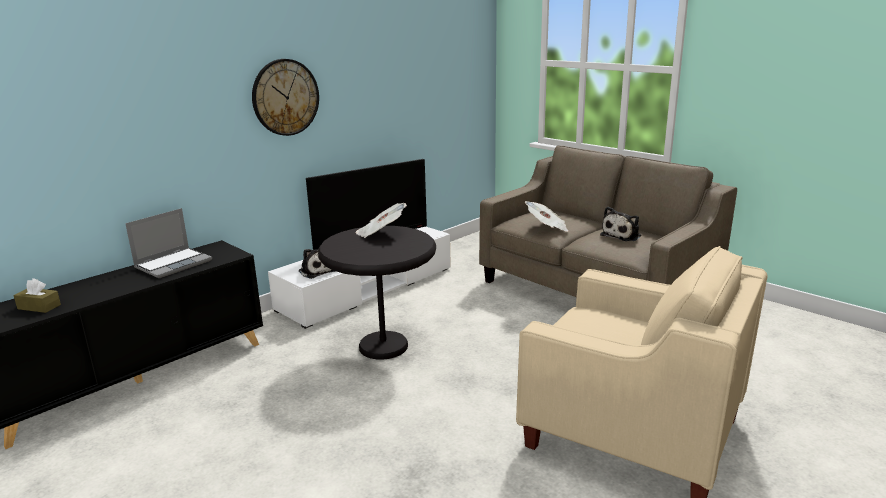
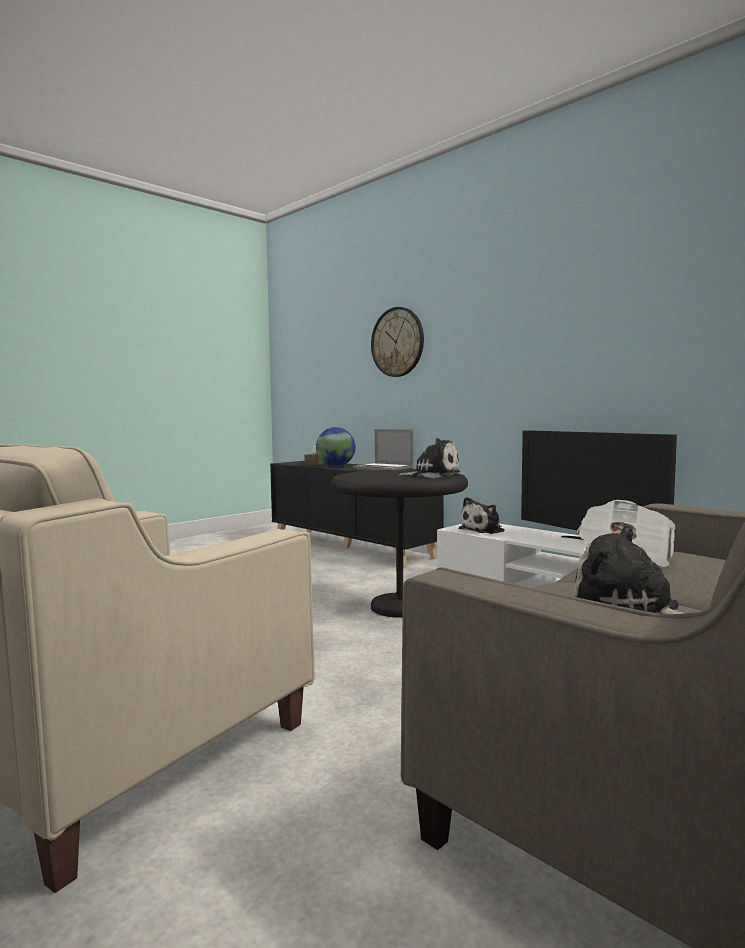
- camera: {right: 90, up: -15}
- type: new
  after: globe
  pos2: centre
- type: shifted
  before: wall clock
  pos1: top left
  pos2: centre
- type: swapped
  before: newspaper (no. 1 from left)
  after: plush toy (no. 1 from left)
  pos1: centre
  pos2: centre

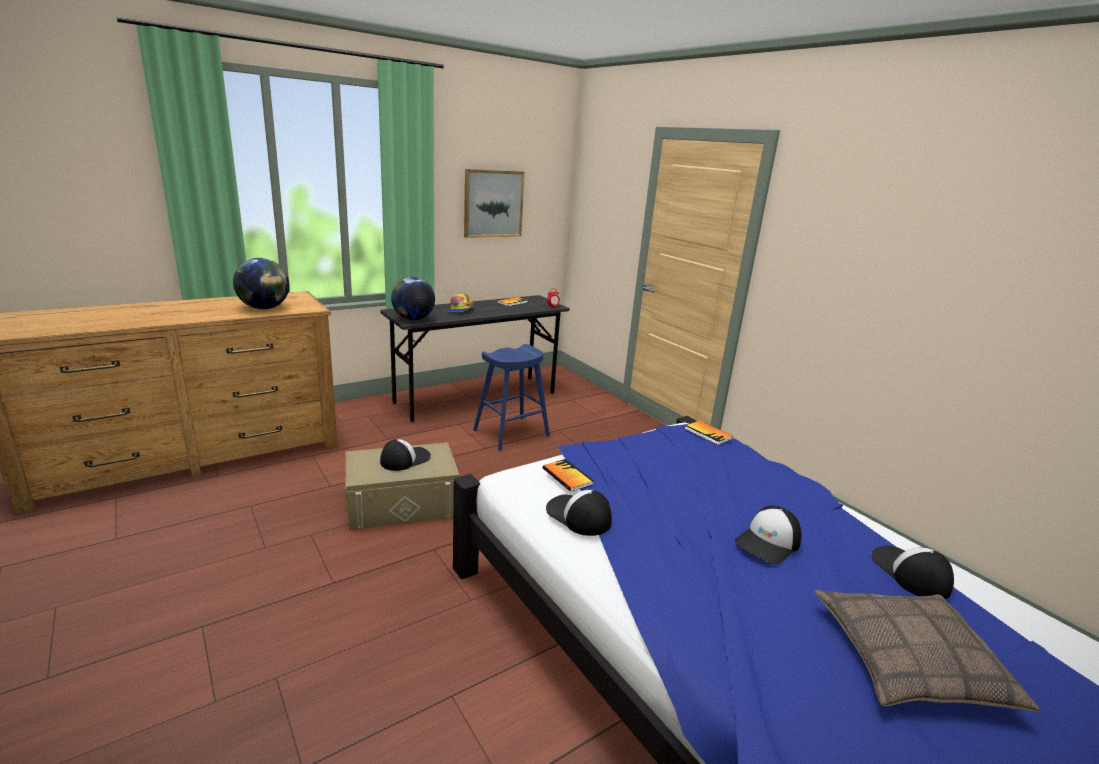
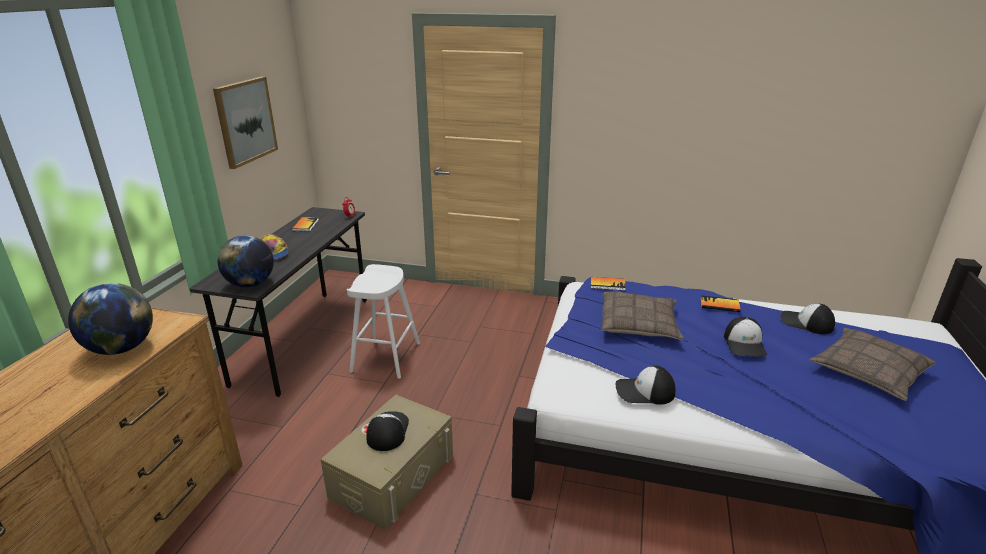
- camera: {right: -40, up: 5}
- type: new
  after: pillow (no. 1 from left)
  pos2: centre
- type: shifted
  before: book (no. 2 from left in the first image)
  after: book (no. 3 from left)
  pos1: centre
  pos2: middle right
- type: repainted
  before: stool in blue
  after: stool in white
  pos1: centre
  pos2: centre

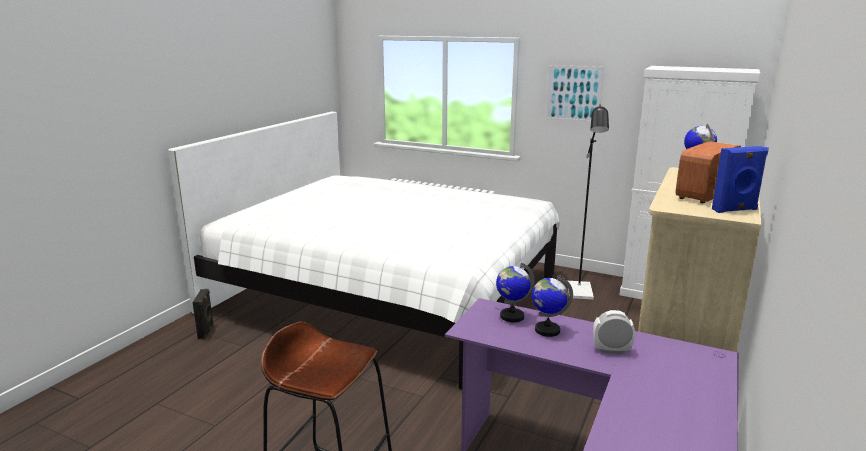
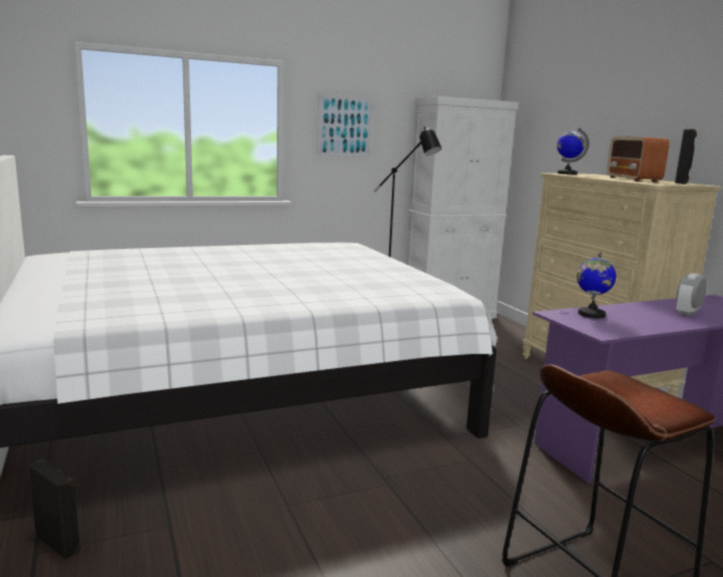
- camera: {right: -50, up: -5}
- type: gone
  before: globe (no. 2 from left)
  pos1: bottom centre
- type: repainted
  before: speaker in blue
  after: speaker in black (no. 2 from left)
  pos1: middle right
  pos2: top right

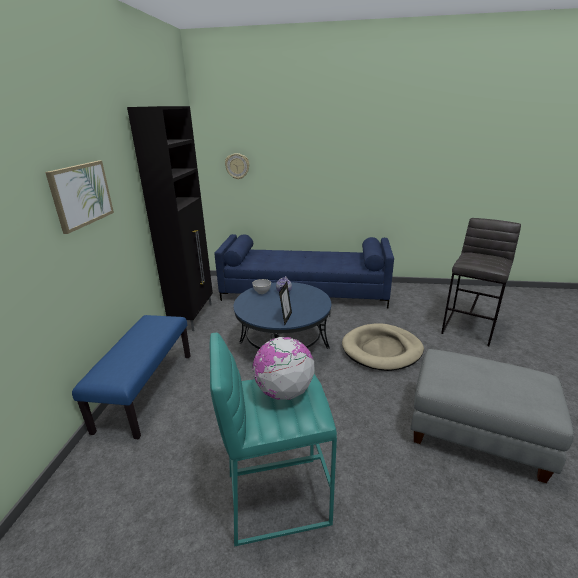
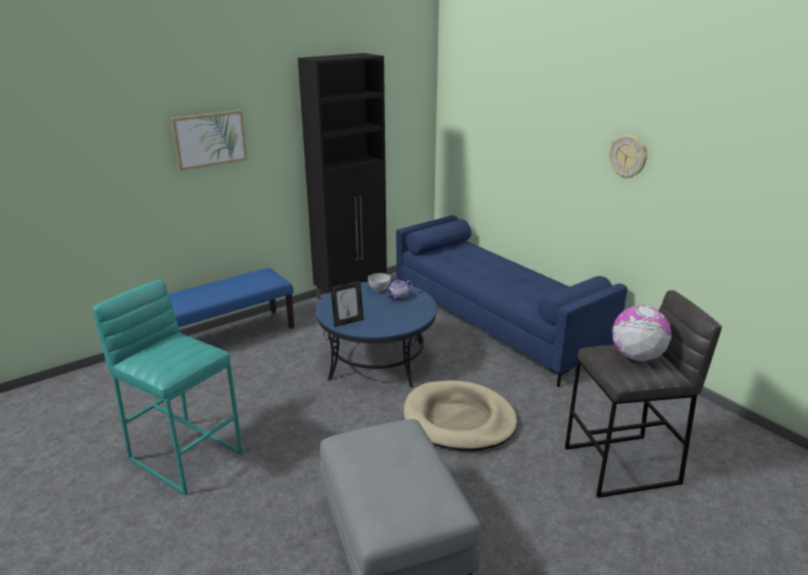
- camera: {right: 45, up: 0}
- type: shifted
  before: wall clock
  pos1: top centre
  pos2: top right
- type: shifted
  before: globe
  pos1: centre
  pos2: middle right

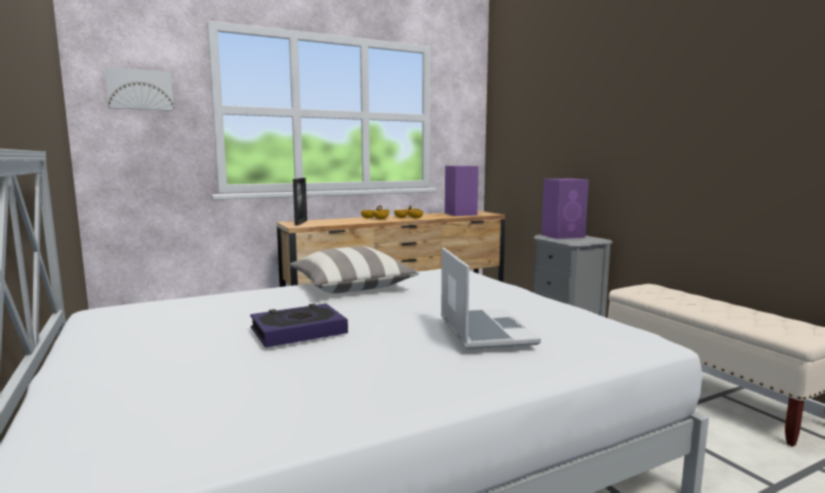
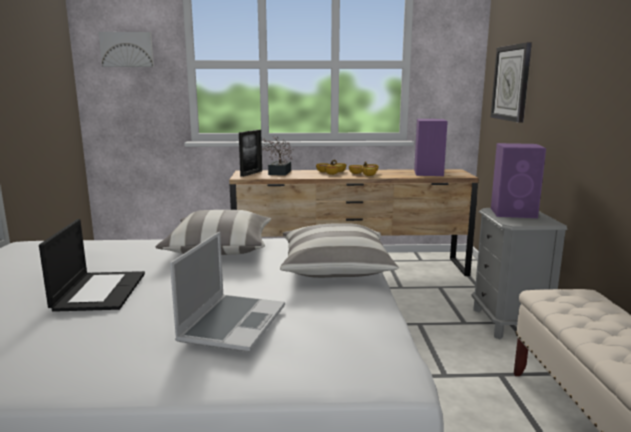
- camera: {right: 25, up: 5}
- type: new
  after: potted plant
  pos2: centre
- type: new
  after: pillow (no. 2 from left)
  pos2: centre
- type: new
  after: wall clock
  pos2: top right
- type: swapped
  before: book
  after: laptop (no. 1 from left)
  pos1: centre
  pos2: middle left

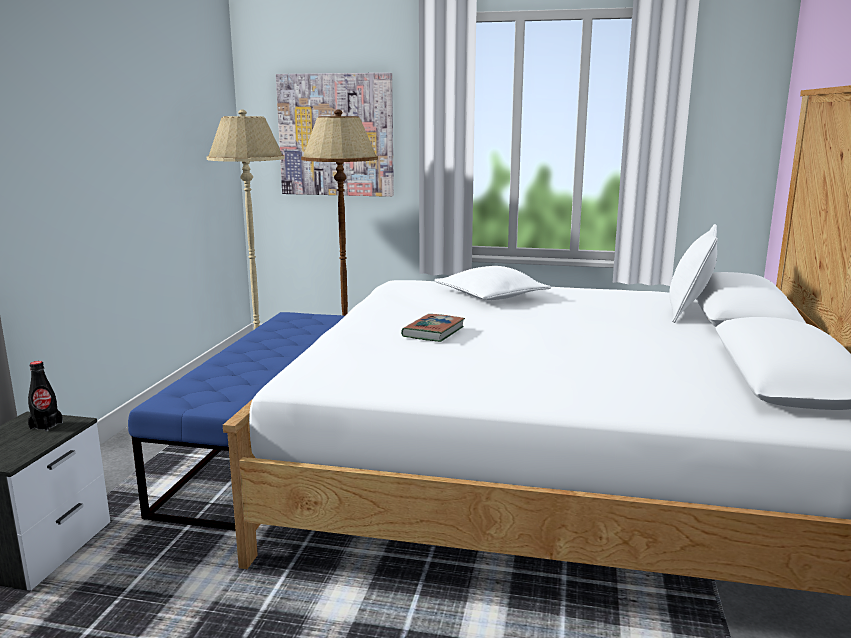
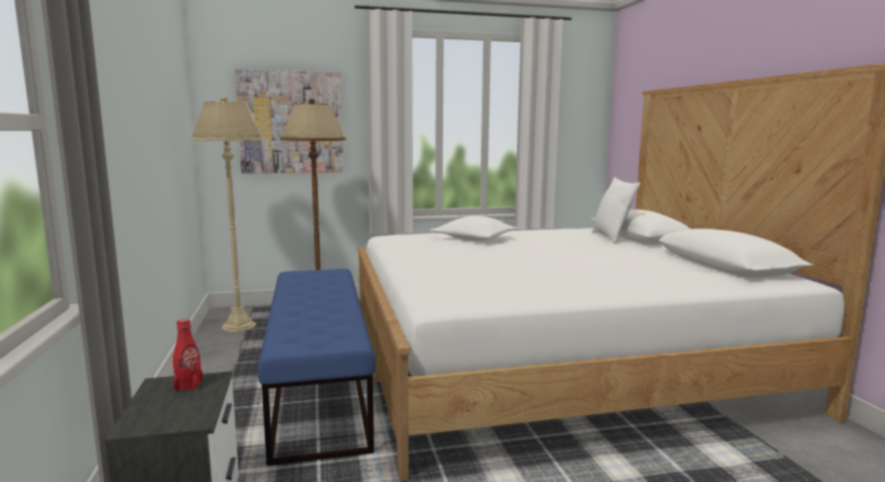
- camera: {right: -25, up: -5}
- type: gone
  before: book
  pos1: centre
- type: repainted
  before: bottle in black
  after: bottle in red
  pos1: middle left
  pos2: bottom left

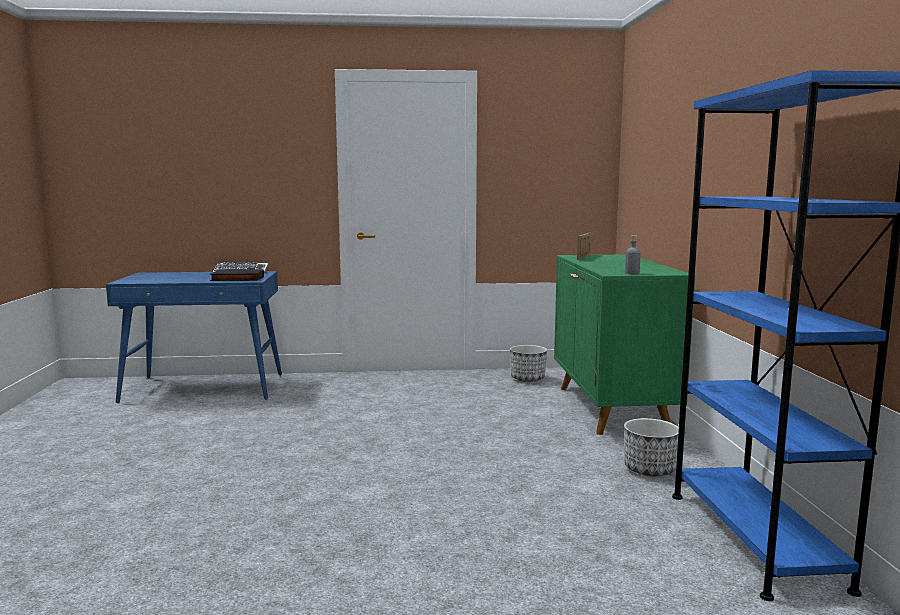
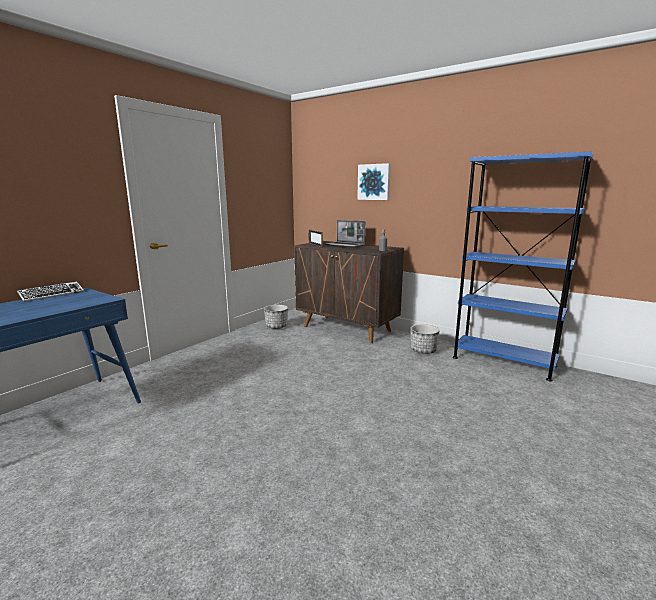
- camera: {right: -50, up: 5}
- type: gone
  before: book in black
  pos1: middle left
- type: new
  after: laptop
  pos2: centre
- type: new
  after: picture
  pos2: top centre
- type: repainted
  before: cabinet in green
  after: cabinet in brown
  pos1: middle right
  pos2: centre

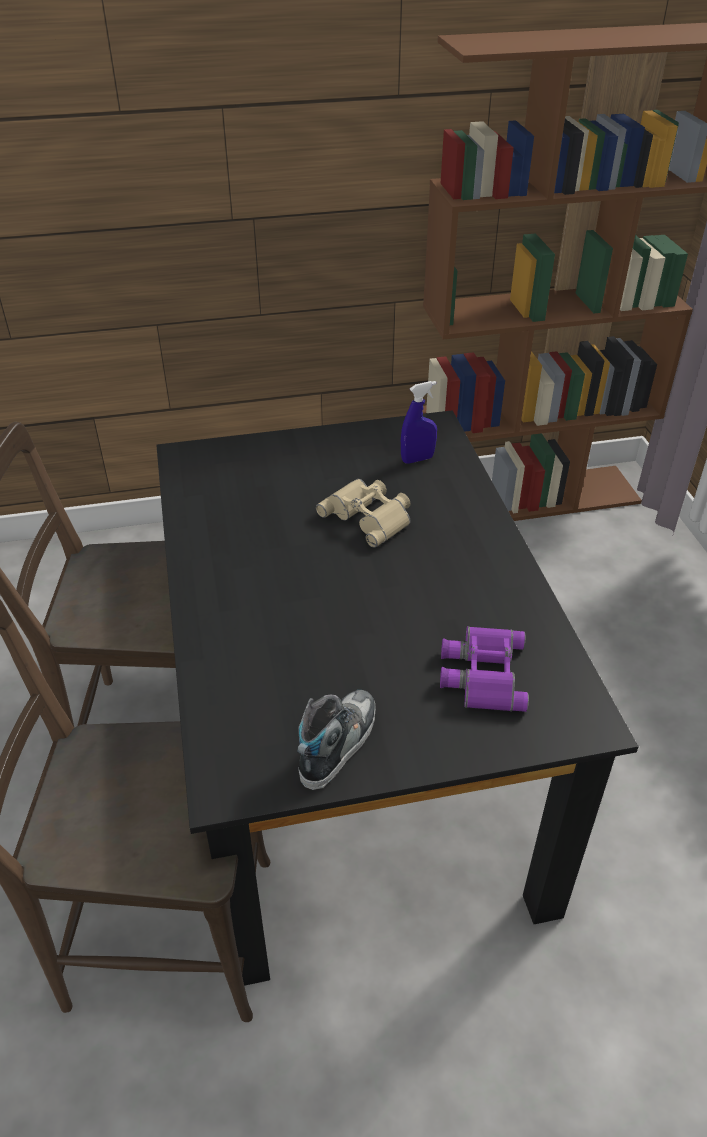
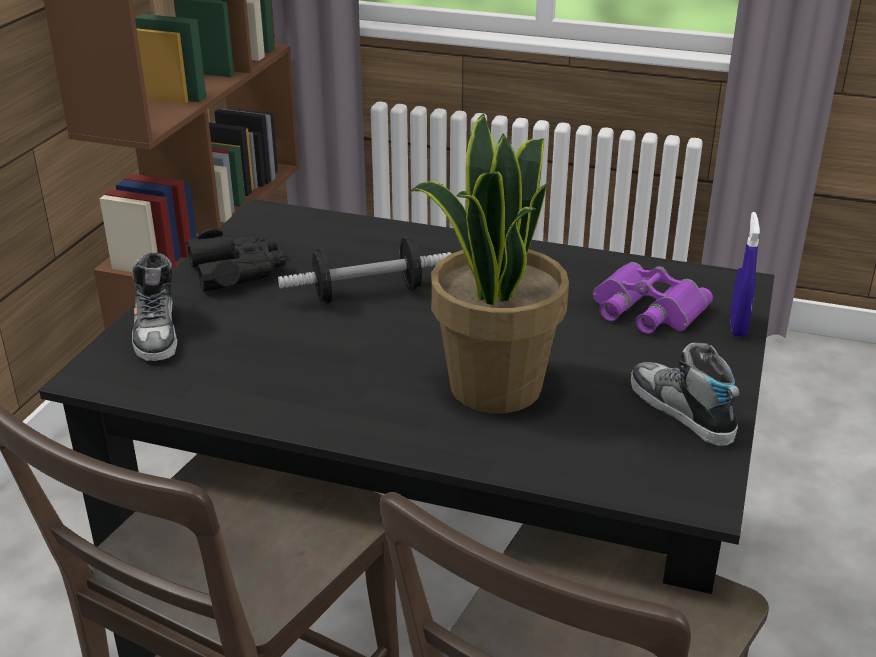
- camera: {right: -60, up: -10}
- type: new
  after: shoe (no. 1 from left)
  pos2: middle left
- type: new
  after: binoculars in black
  pos2: middle left
- type: new
  after: potted plant
  pos2: centre
- type: shifted
  before: spray bottle in blue
  pos1: centre
  pos2: middle right
- type: swapped
  before: binoculars in beige
  after: dumbbell
  pos1: centre
  pos2: centre

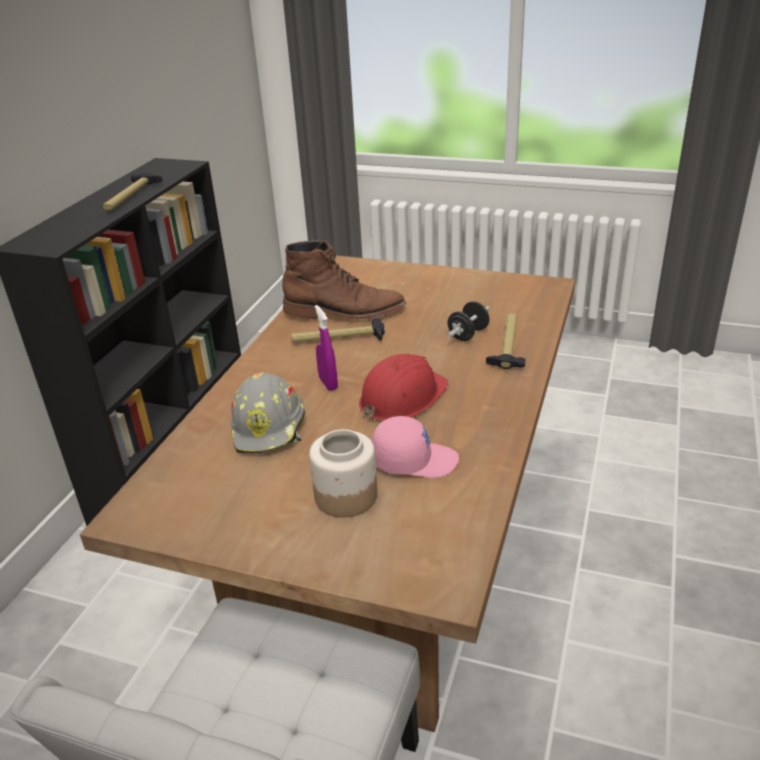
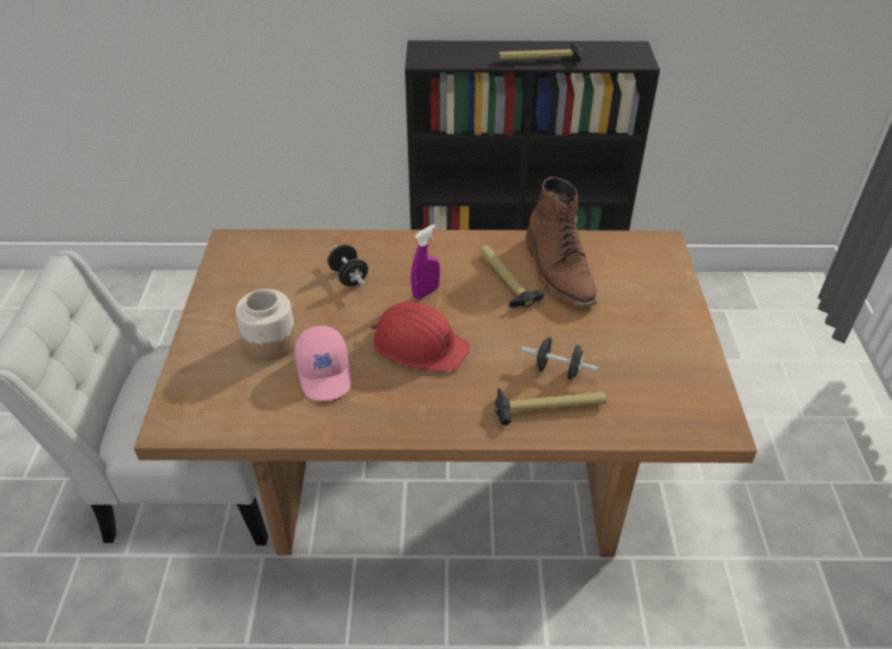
- camera: {right: 70, up: 10}
- type: swapped
  before: hard hat in grey
  after: dumbbell in black (no. 1 from left)
  pos1: centre
  pos2: centre

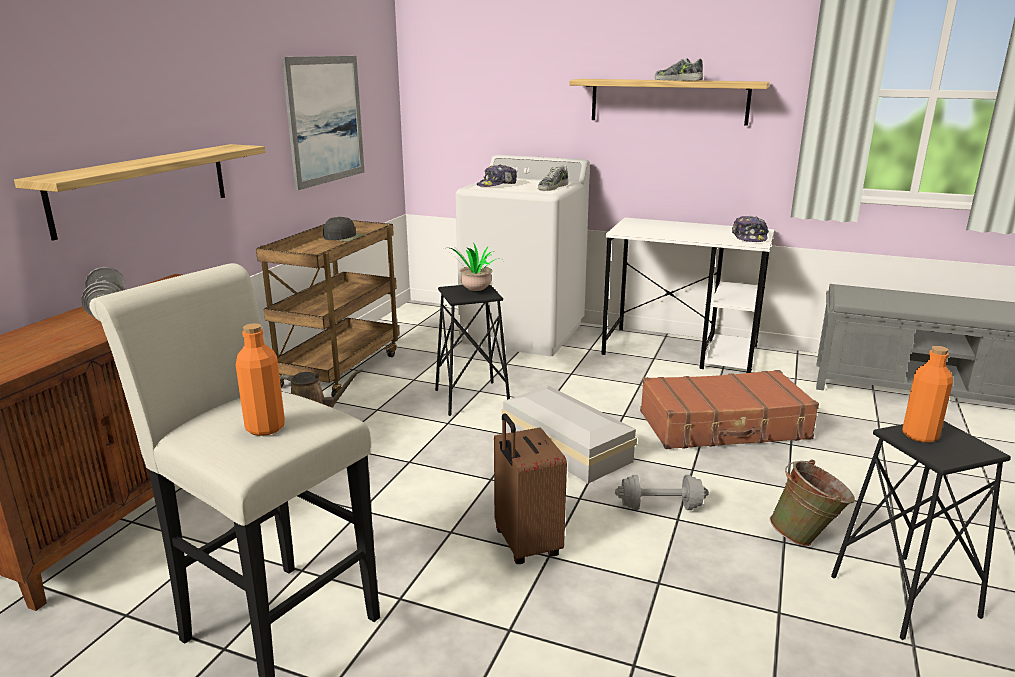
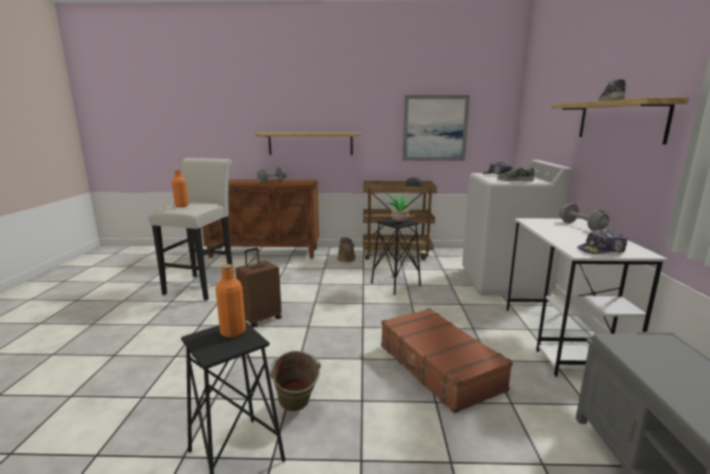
- camera: {right: 70, up: -5}
- type: gone
  before: storage box in white
  pos1: centre
- type: shifted
  before: dumbbell in grey (no. 2 from left)
  pos1: bottom centre
  pos2: middle right

